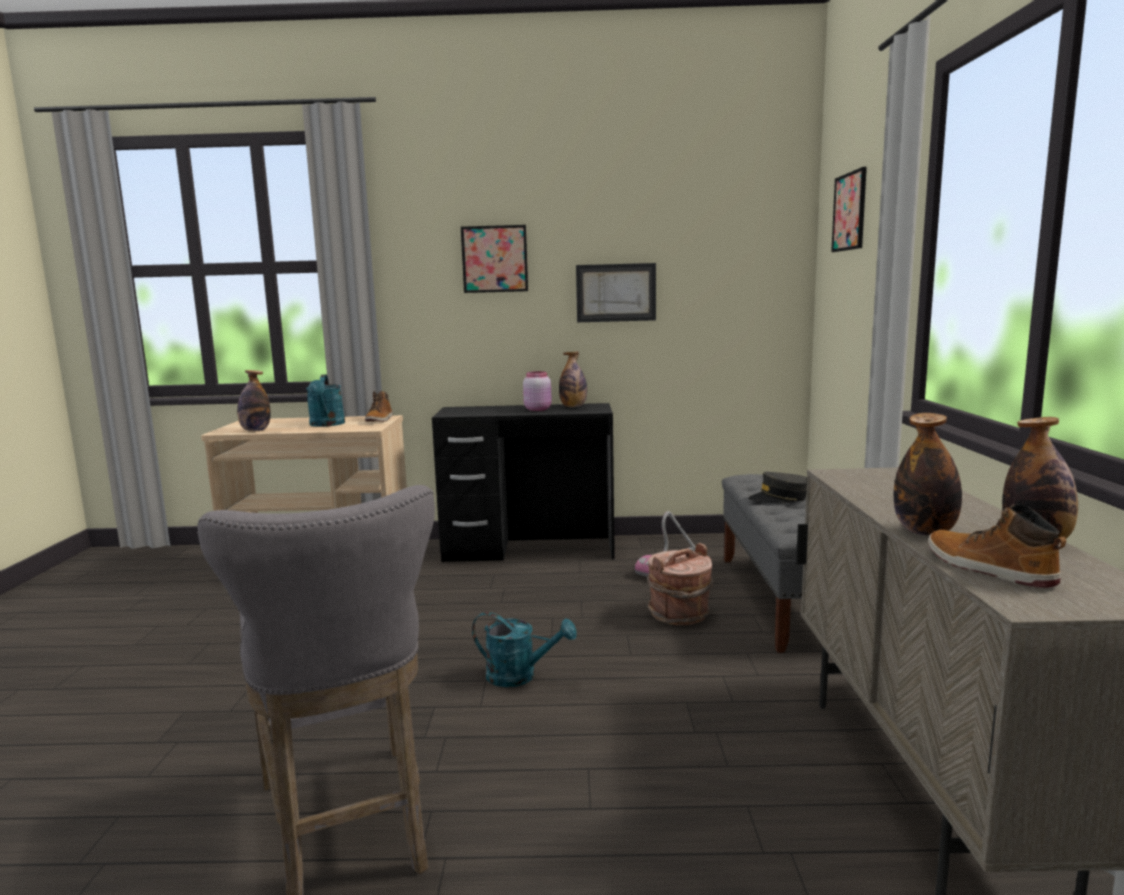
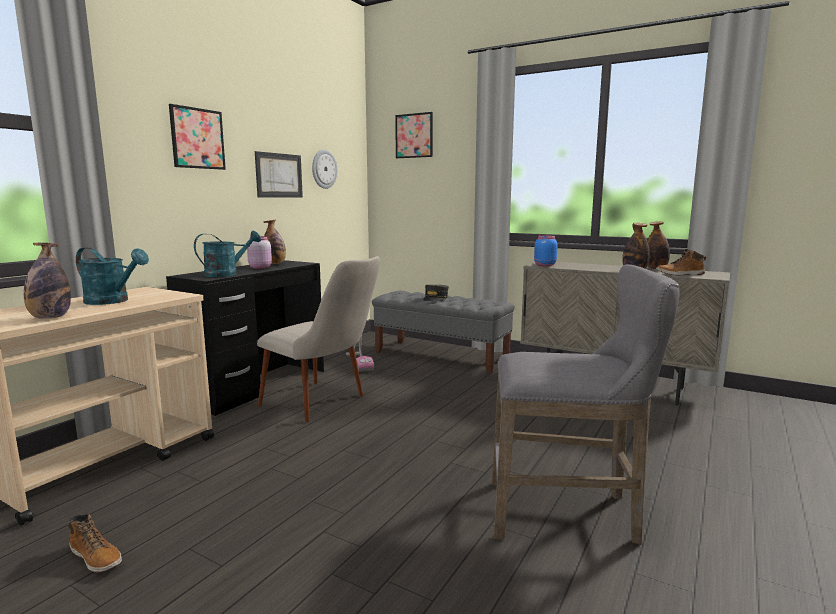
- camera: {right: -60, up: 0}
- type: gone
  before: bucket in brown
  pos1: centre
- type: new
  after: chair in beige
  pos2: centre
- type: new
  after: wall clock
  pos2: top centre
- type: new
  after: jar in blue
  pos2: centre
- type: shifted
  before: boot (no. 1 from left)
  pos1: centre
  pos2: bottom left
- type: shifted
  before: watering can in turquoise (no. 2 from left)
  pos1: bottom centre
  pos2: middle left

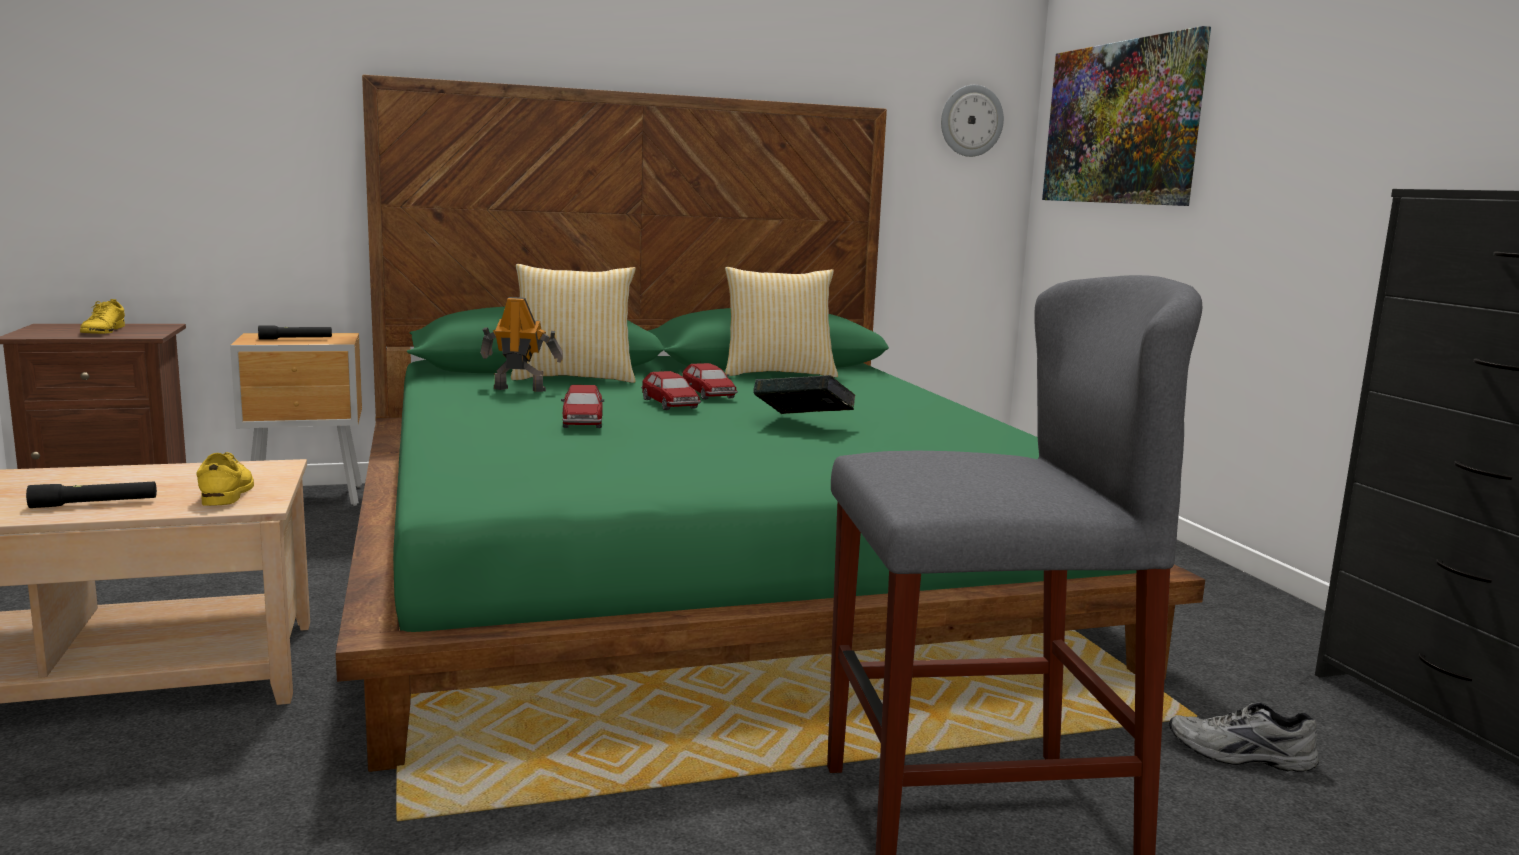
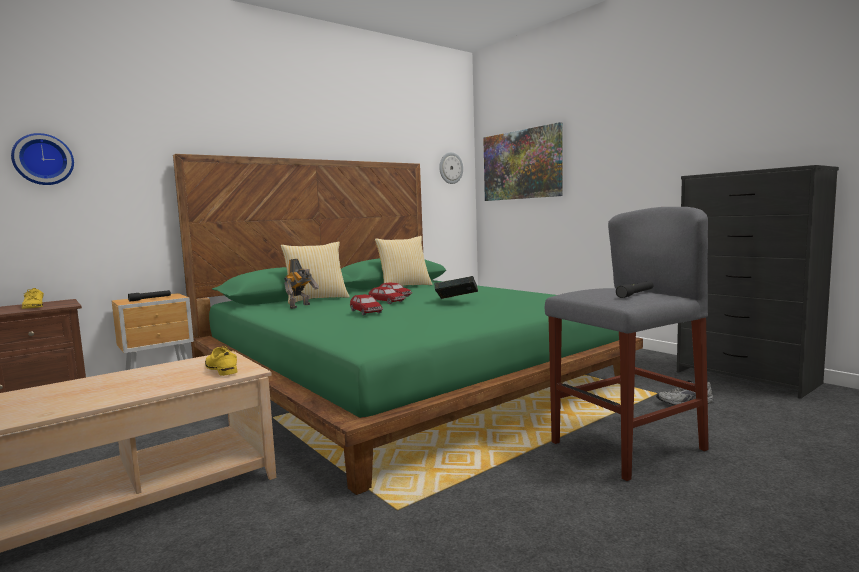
- camera: {right: -20, up: -5}
- type: new
  after: wall clock (no. 1 from left)
  pos2: top left
- type: shifted
  before: flashlight in black (no. 1 from left in the first image)
  after: flashlight in black (no. 2 from left)
  pos1: middle left
  pos2: middle right
- type: rotated
  before: toy robot
  pos1: centre
  pos2: centre
  turn: 135

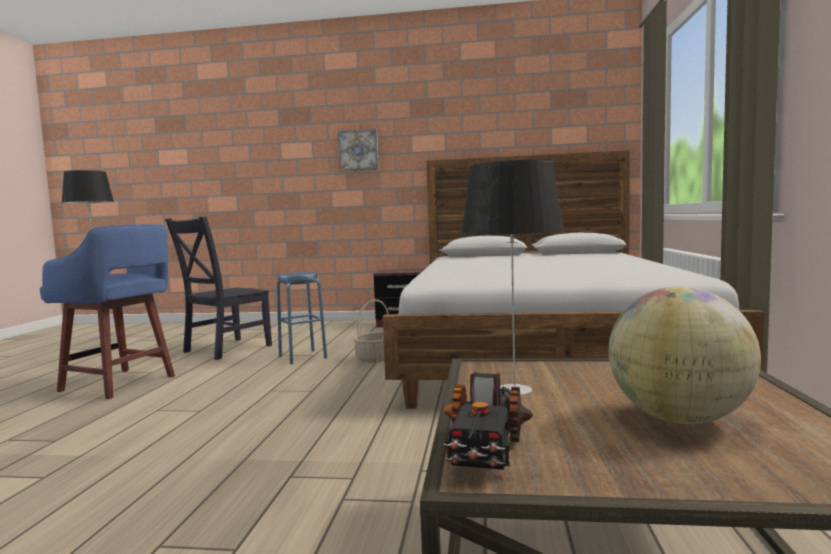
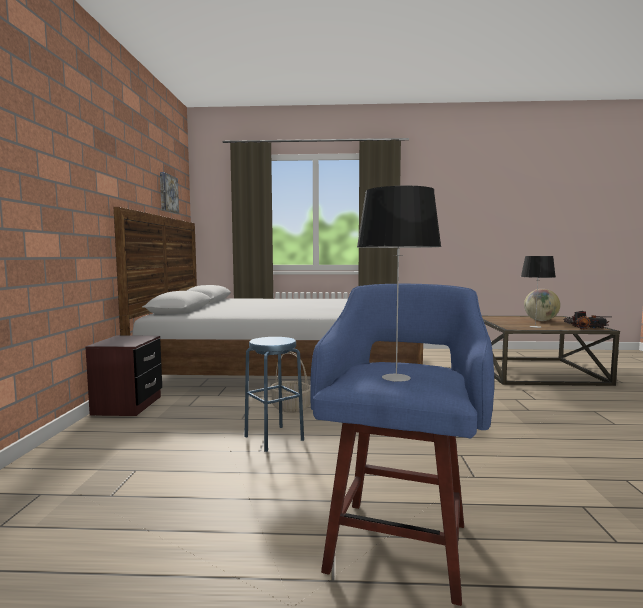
- camera: {right: -95, up: 0}
- type: gone
  before: chair in black
  pos1: middle left
- type: shifted
  before: picture
  pos1: top centre
  pos2: top left

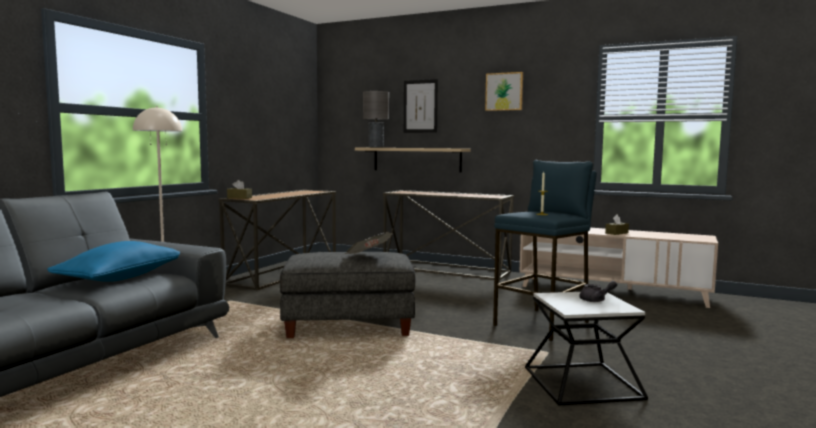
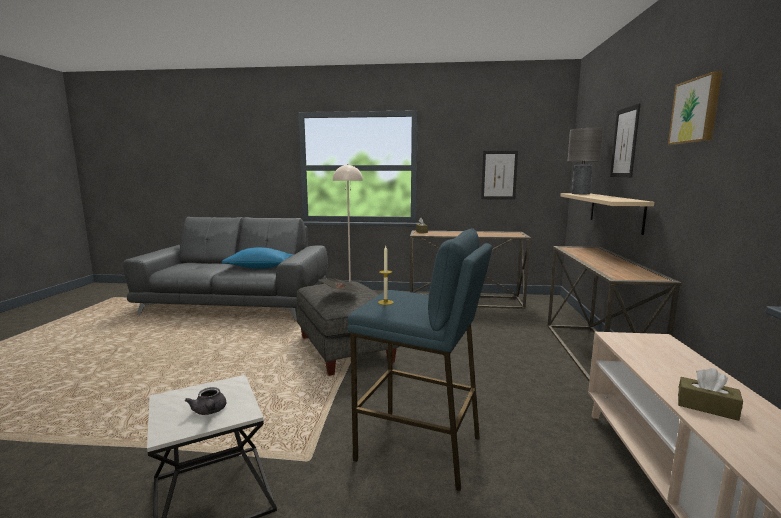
- camera: {right: 70, up: 5}
- type: new
  after: picture (no. 1 from left)
  pos2: centre

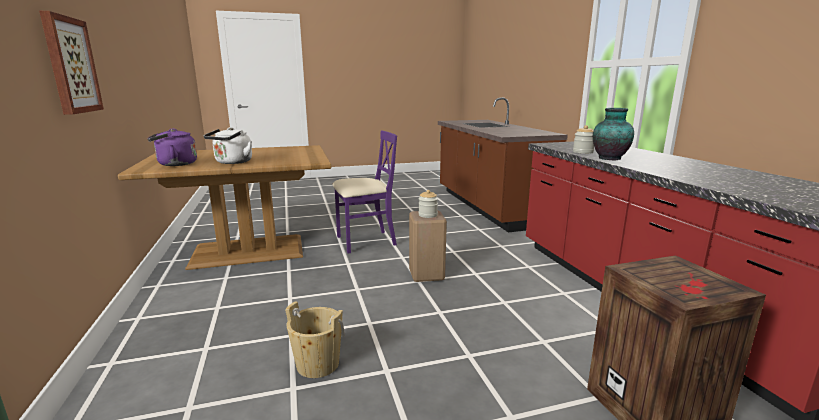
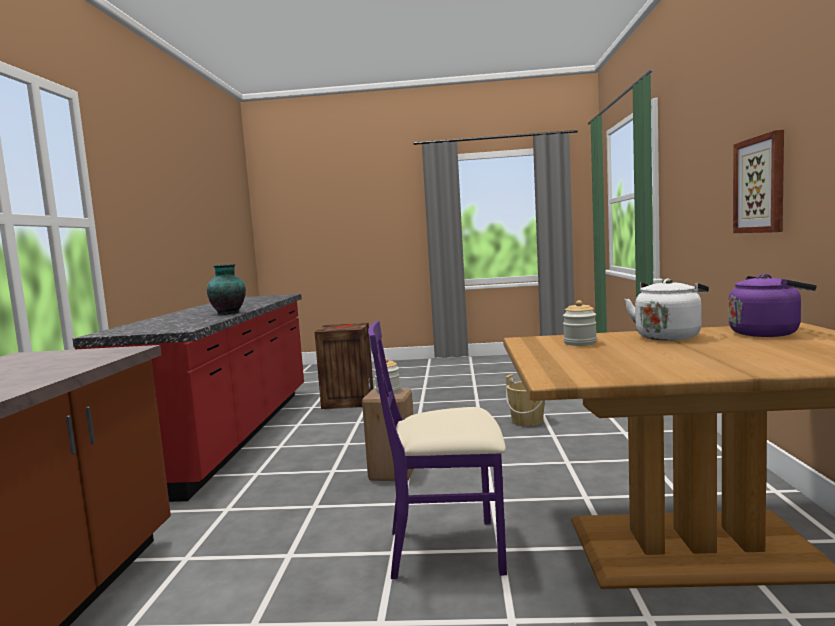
- camera: {right: -160, up: -10}
- type: shifted
  before: jar (no. 2 from left)
  pos1: top right
  pos2: middle right

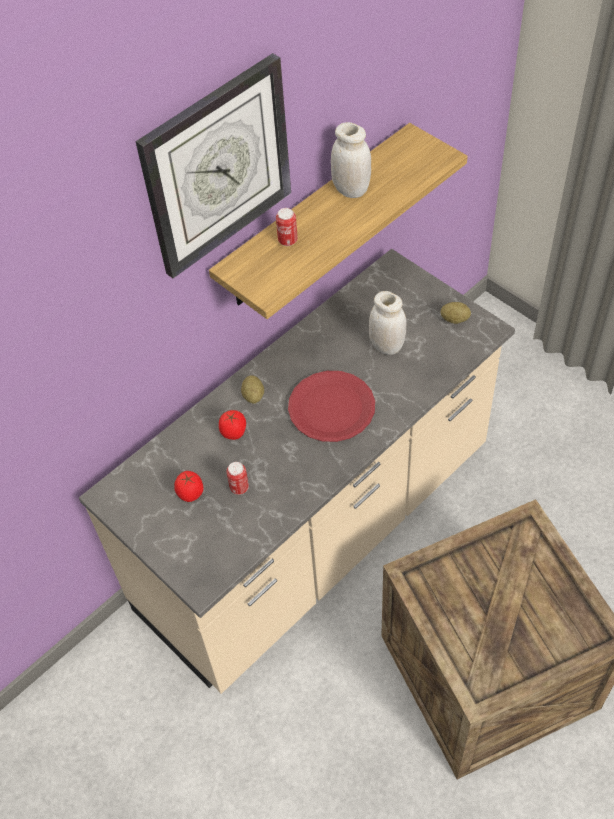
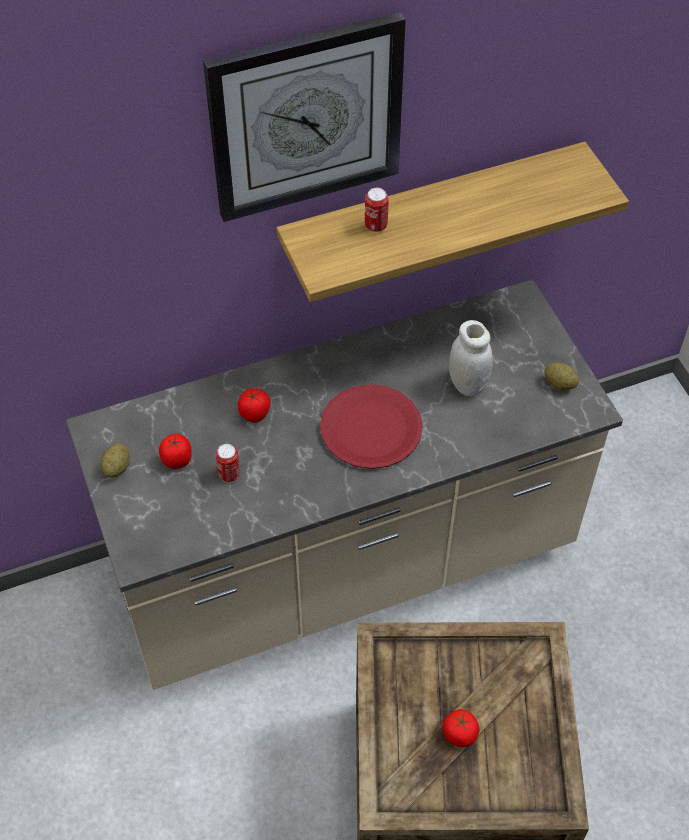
- camera: {right: 20, up: 0}
- type: gone
  before: jar in white (no. 1 from left)
  pos1: top centre
- type: new
  after: tomato (no. 3 from left)
  pos2: bottom right
- type: shifted
  before: potato (no. 1 from left)
  pos1: centre
  pos2: middle left

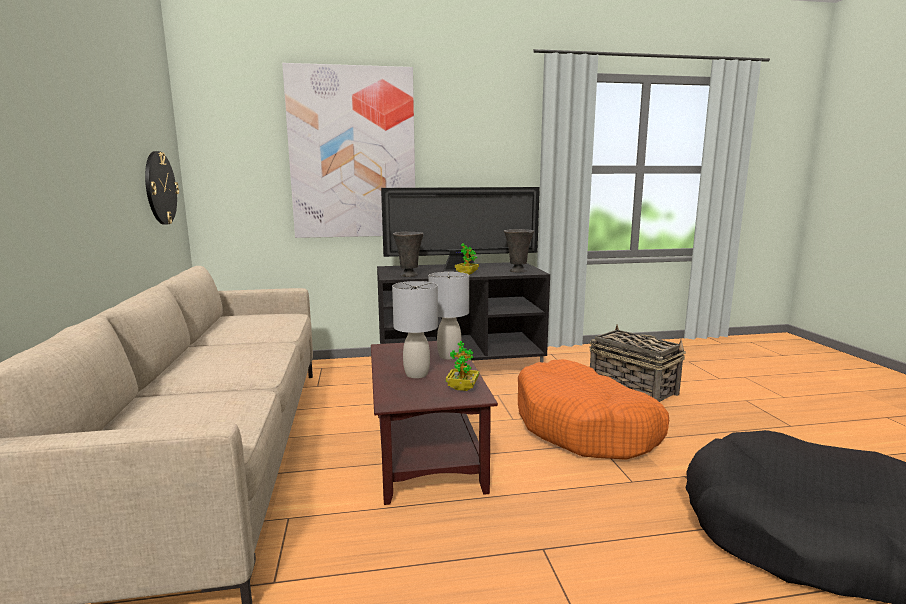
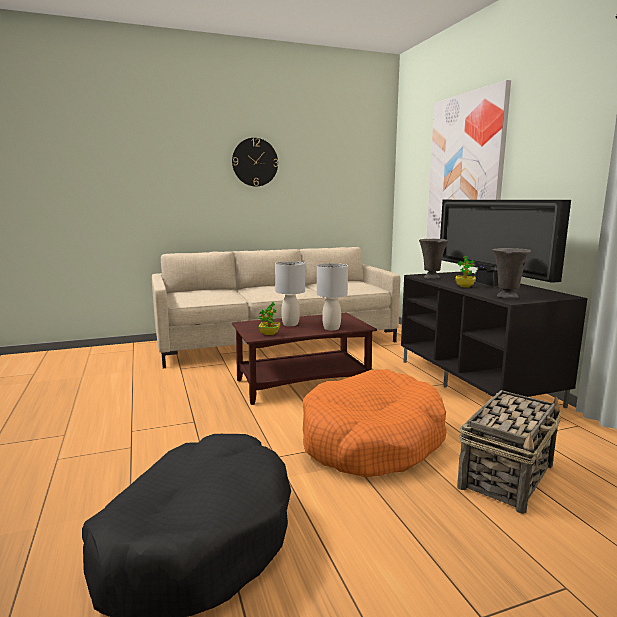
- camera: {right: 80, up: 0}
- type: shifted
  before: wall clock
  pos1: top left
  pos2: top centre

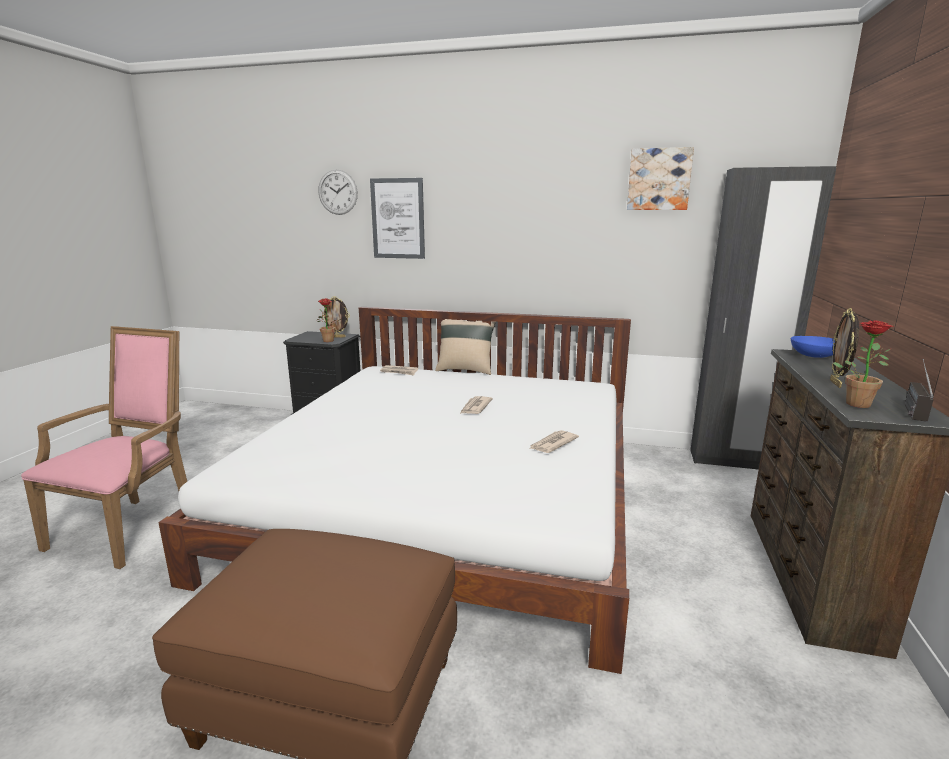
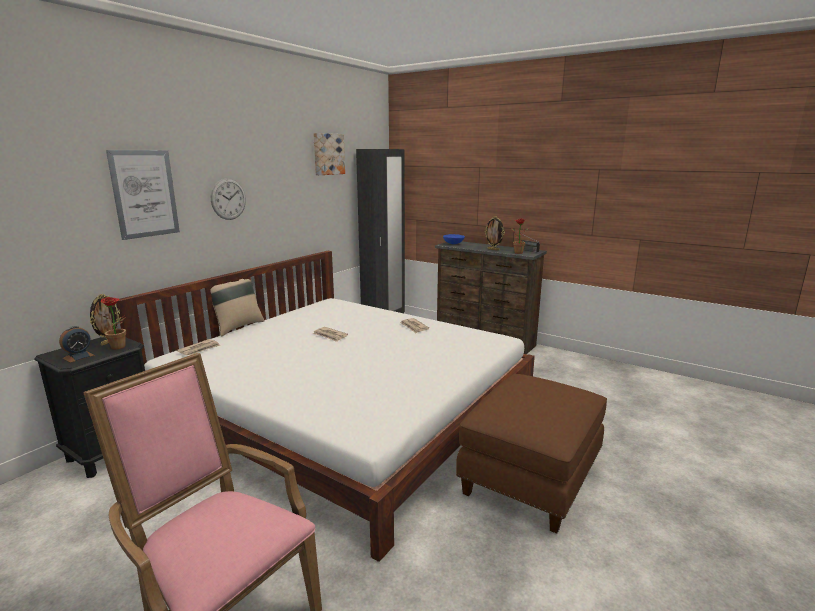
- camera: {right: -70, up: 0}
- type: new
  after: alarm clock
  pos2: middle left
- type: shifted
  before: wall clock
  pos1: top centre
  pos2: top left

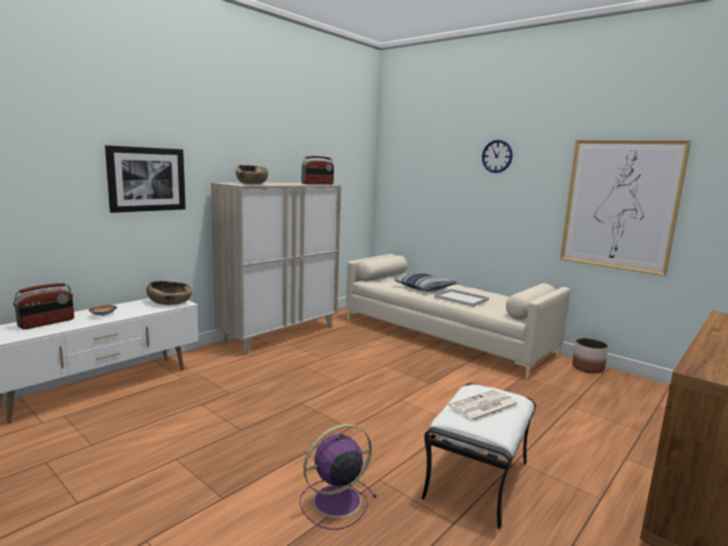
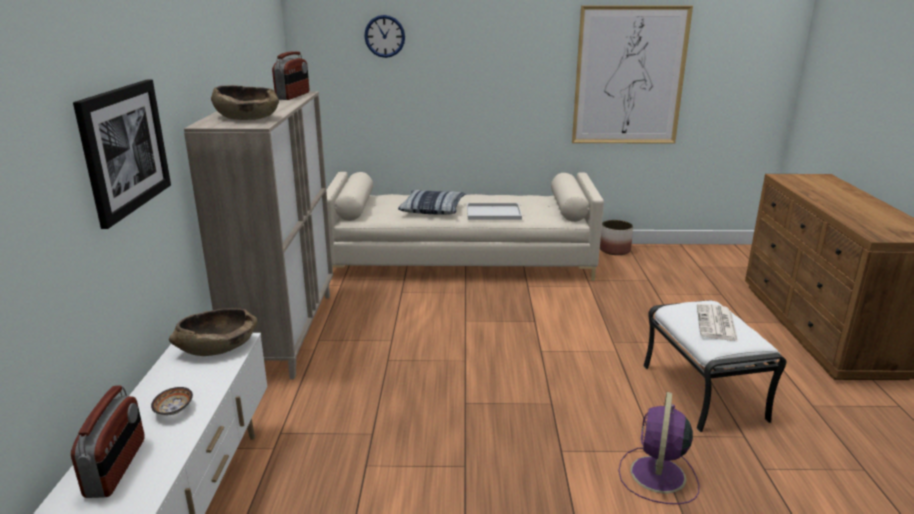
- camera: {right: -40, up: 10}
- type: shifted
  before: wall clock
  pos1: top right
  pos2: top centre

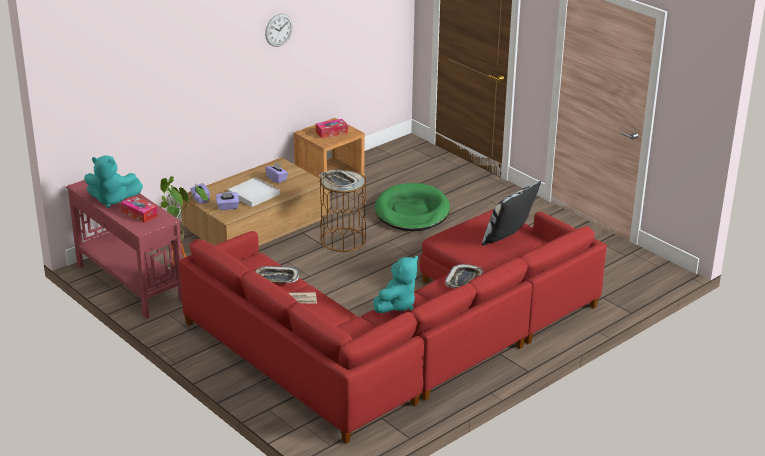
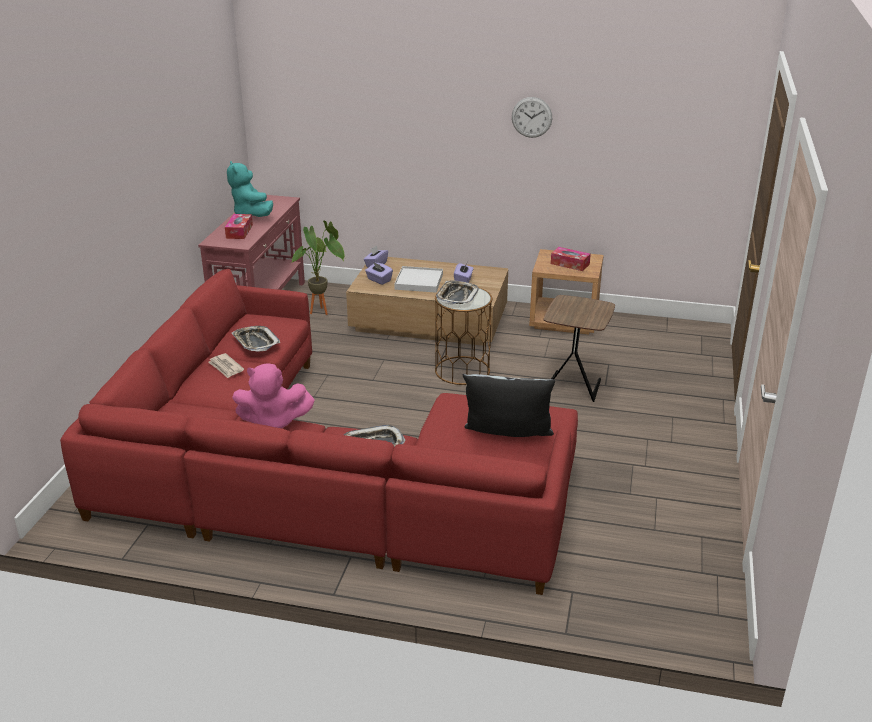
- camera: {right: 55, up: 0}
- type: swapped
  before: dog bed in green
  after: side table in brown (no. 2 from left)
  pos1: centre
  pos2: centre
- type: repainted
  before: plush toy in turquoise (no. 2 from left)
  after: plush toy in pink
  pos1: centre
  pos2: middle left

